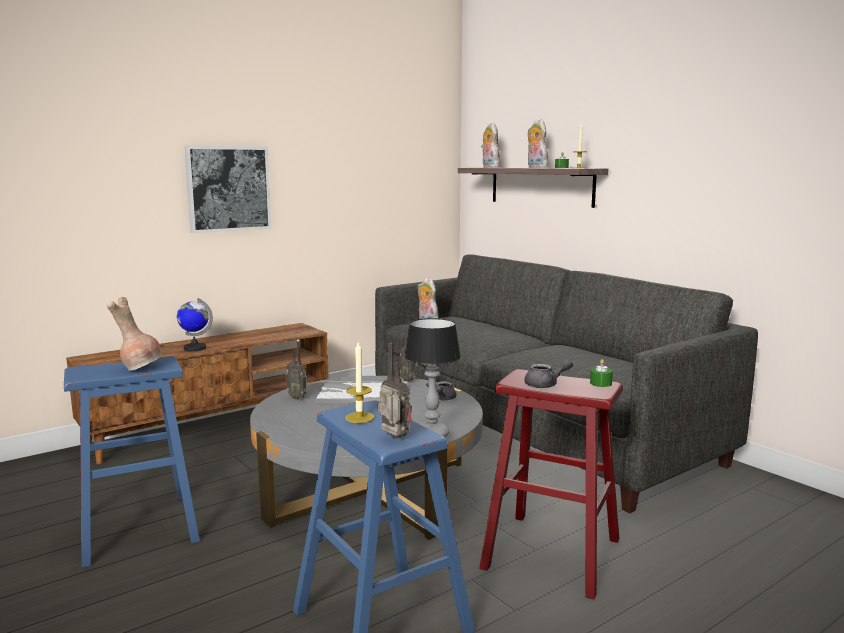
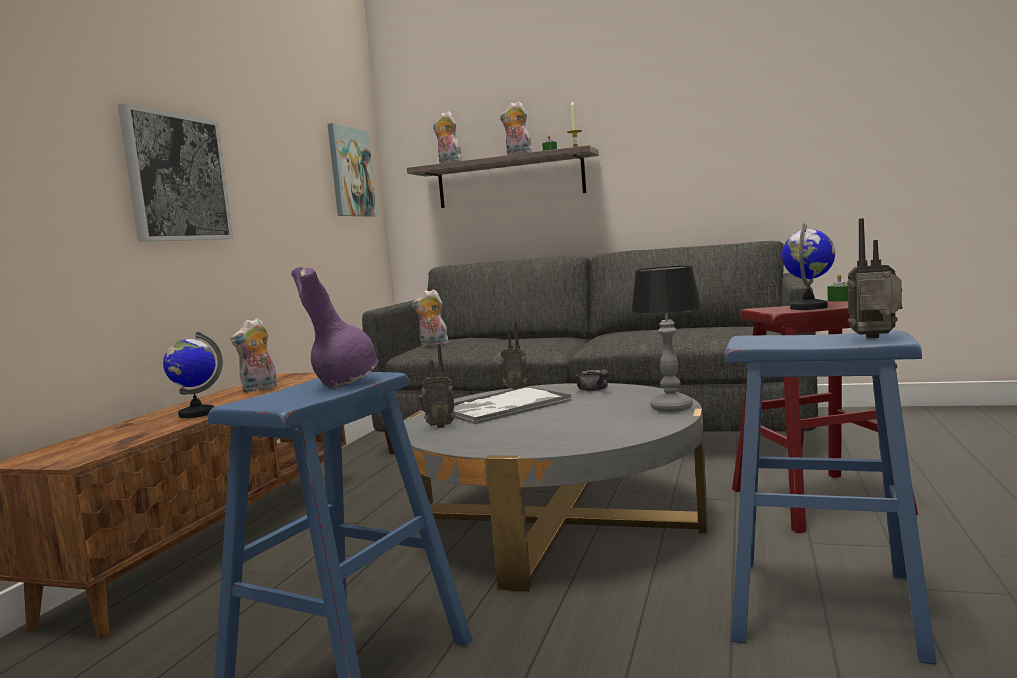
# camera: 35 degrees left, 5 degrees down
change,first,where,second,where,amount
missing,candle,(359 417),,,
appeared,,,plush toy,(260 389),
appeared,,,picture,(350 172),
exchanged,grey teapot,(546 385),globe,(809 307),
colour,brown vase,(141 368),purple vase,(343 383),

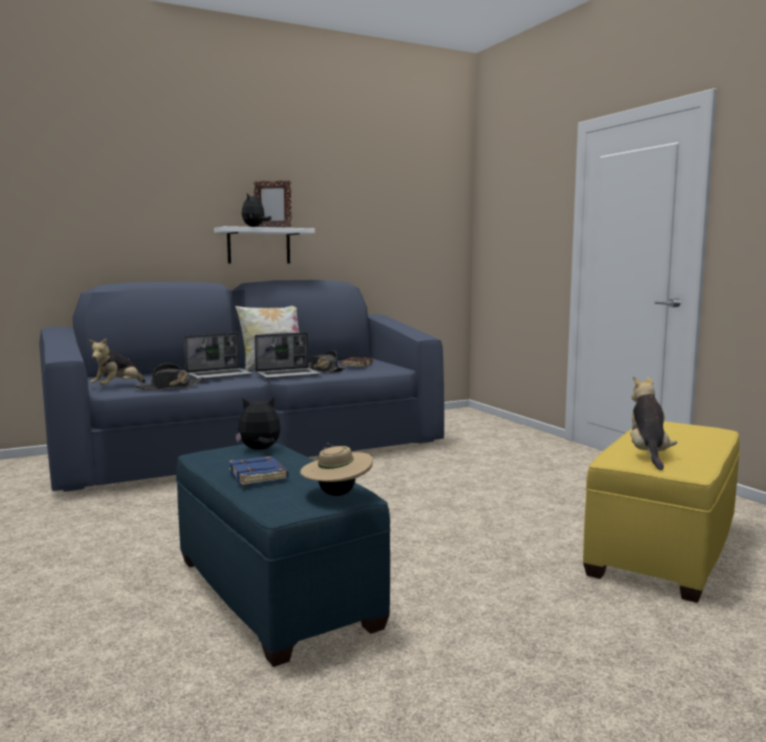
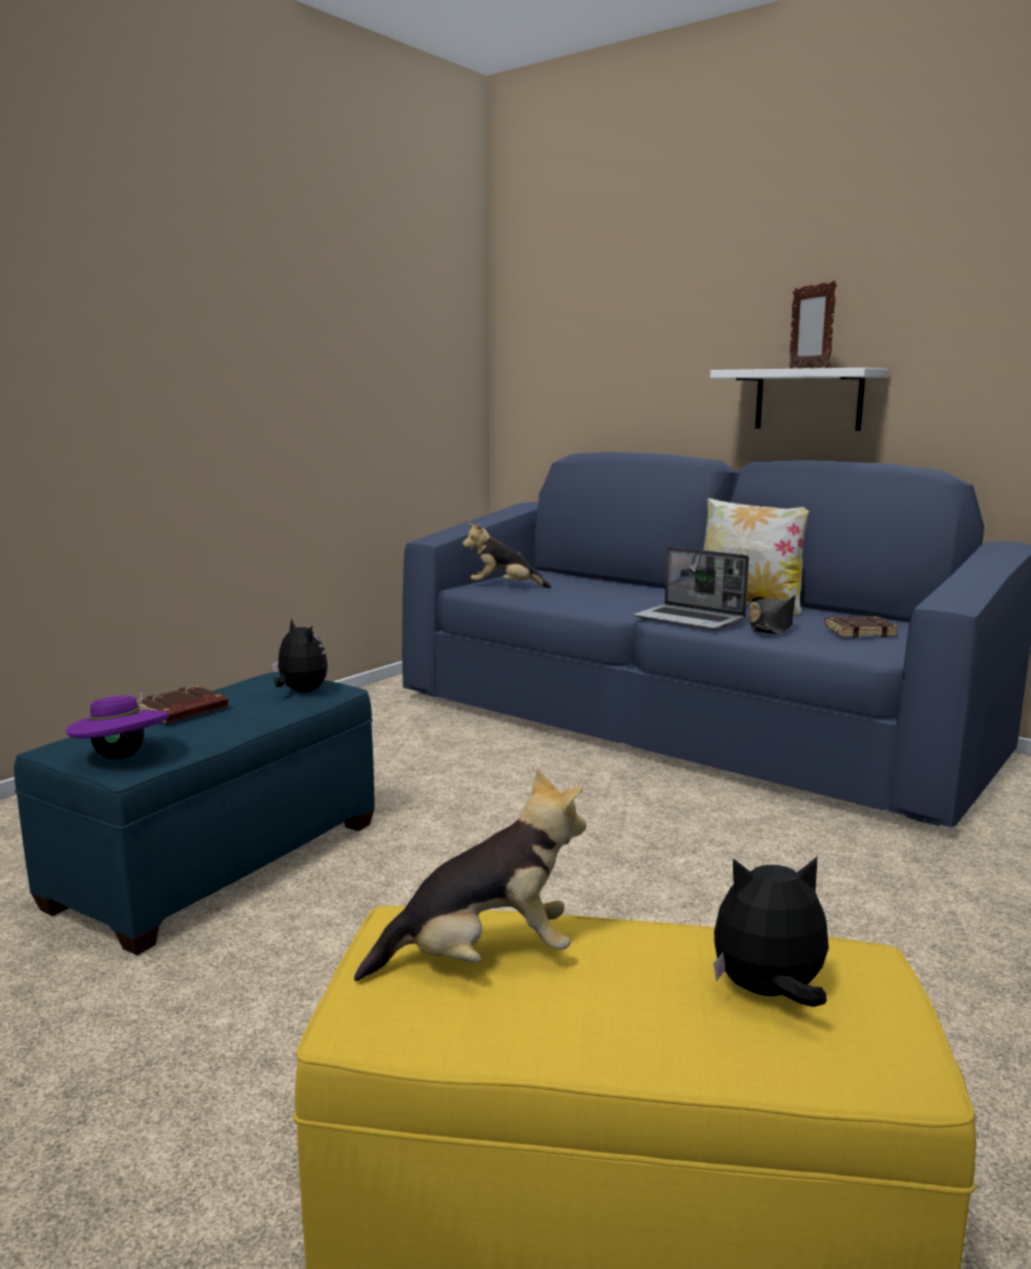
# camera: 65 degrees right, 5 degrees up
change,first,where,second,where,amount
missing,black hat,(169 387),,,
missing,laptop,(220 375),,,
relocated,plush toy,(254 227),,(768 994),
colour,blue book,(259 476),brown book,(182 712),
colour,beige hat,(336 494),purple hat,(121 756),

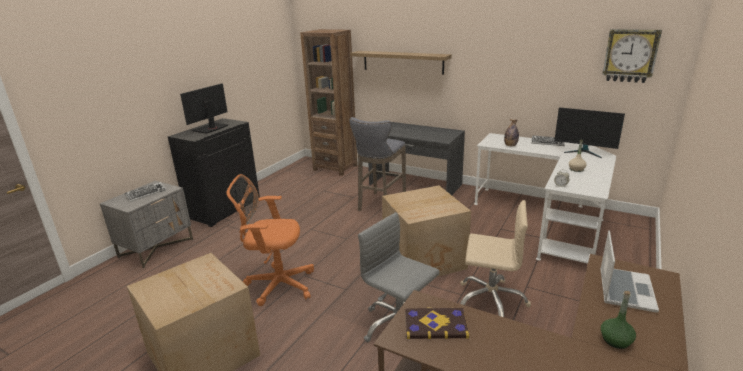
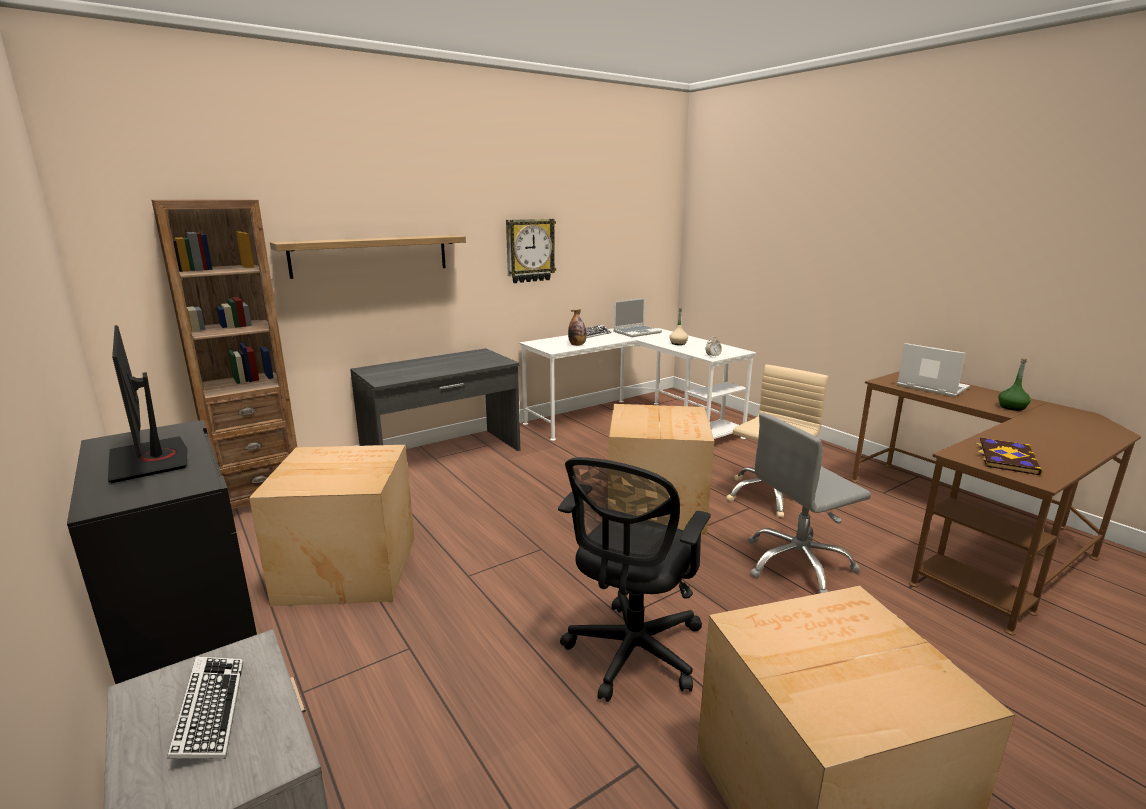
# camera: 65 degrees left, 5 degrees down
change,first,where,second,where,amount
missing,grey stool,(380 205),,,
appeared,,,cardboard box,(347 568),
relocated,wall clock,(630 55),,(530 250),
exchanged,monitor,(584 152),laptop,(637 332),
colour,orange office chair,(277 284),black office chair,(631 655),

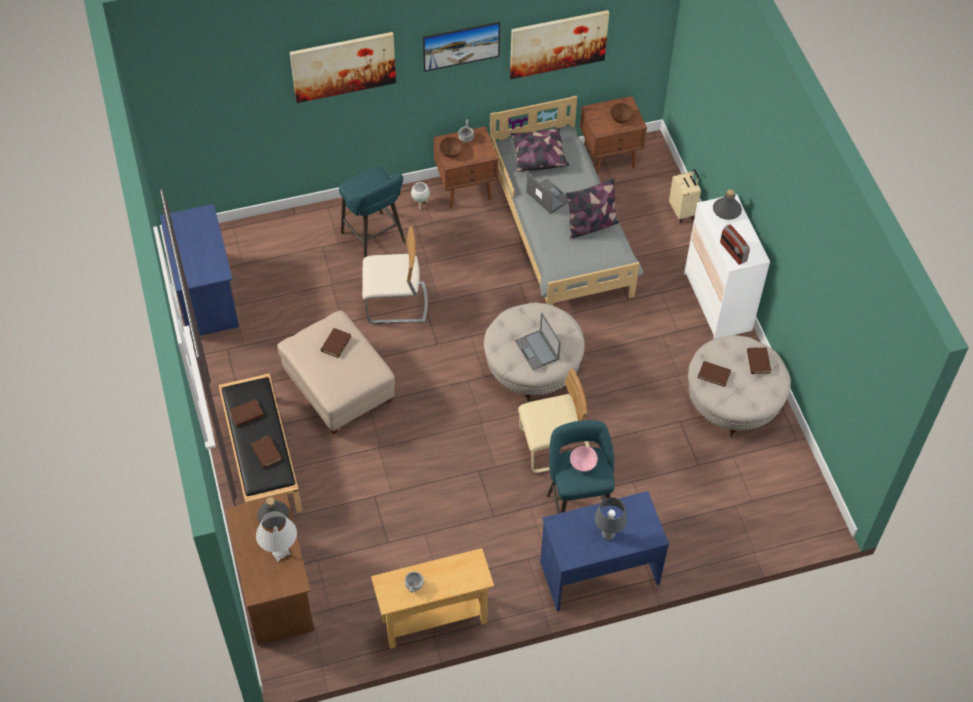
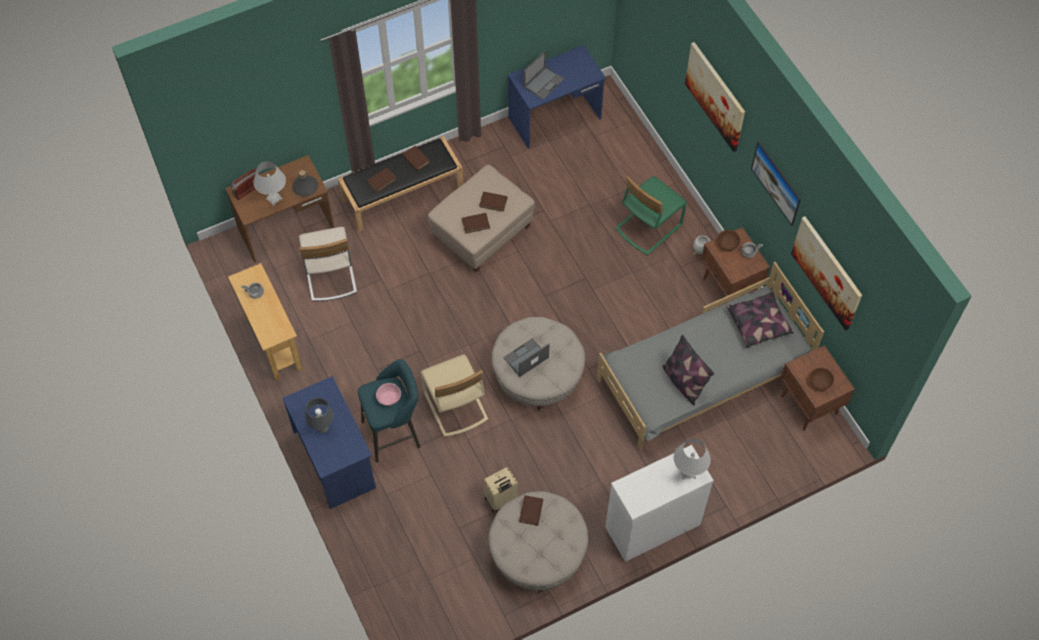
# camera: 80 degrees right, 5 degrees up
change,first,where,second,where,amount
relocated,beige chair,(396 304),,(330 275),
relocated,laptop,(548 196),,(543 83),
relocated,beige suitcase,(682 211),,(501 499),
relocated,radio,(733 252),,(248 189),
relocated,brown book,(758 361),,(475 224),
exchanged,turquoise stool,(375 240),green chair,(648 227),
exchanged,grey bottle,(726 210),white table lamp,(688 472),

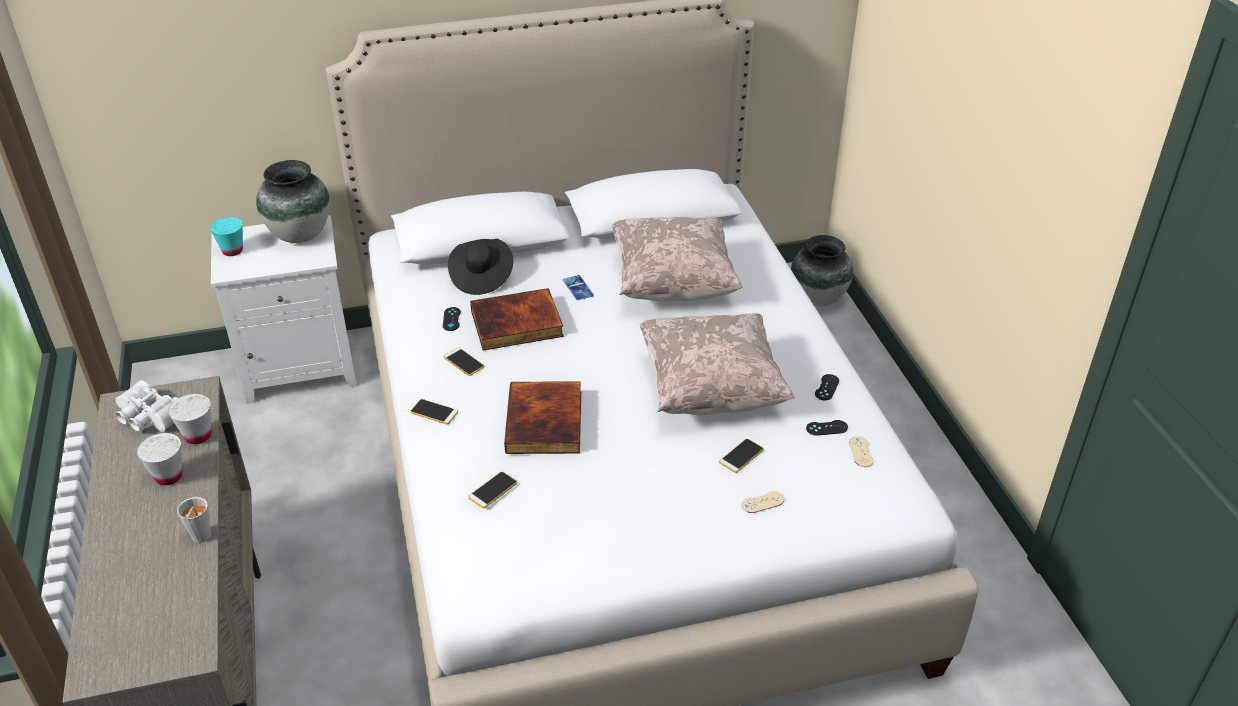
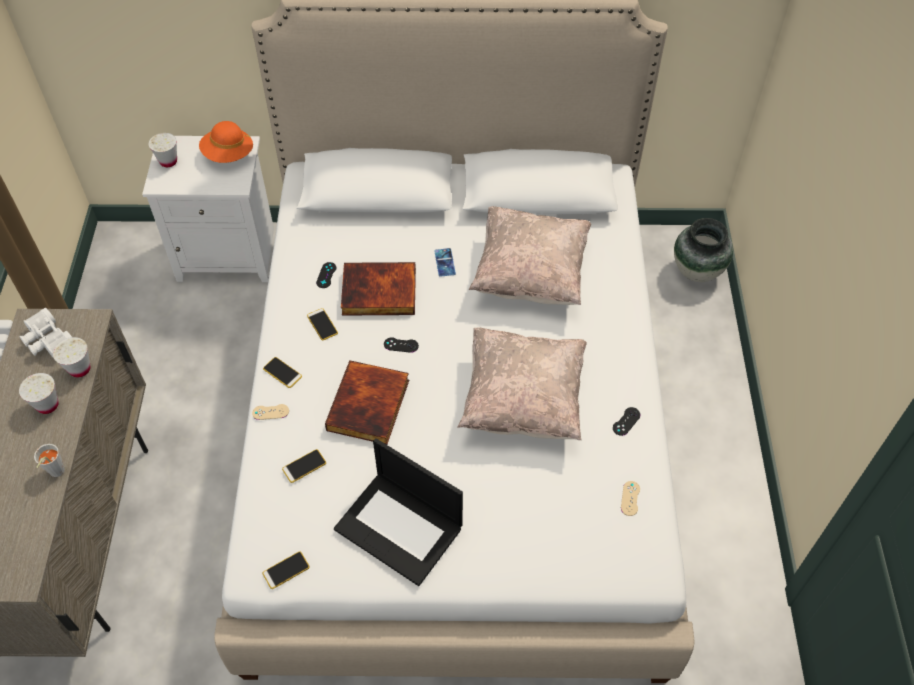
# camera: 15 degrees right, 15 degrees up
change,first,where,second,where,amount
missing,black hat,(481 277),,,
appeared,,,laptop,(400 528),
relocated,phone,(741 456),,(286 570),
relocated,beige game controller,(762 502),,(270 412),
relocated,black game controller,(826 428),,(401 345),
exchanged,vase,(300 235),orange hat,(228 155),
colour,turquoise cup,(232 251),white cup,(168 161),

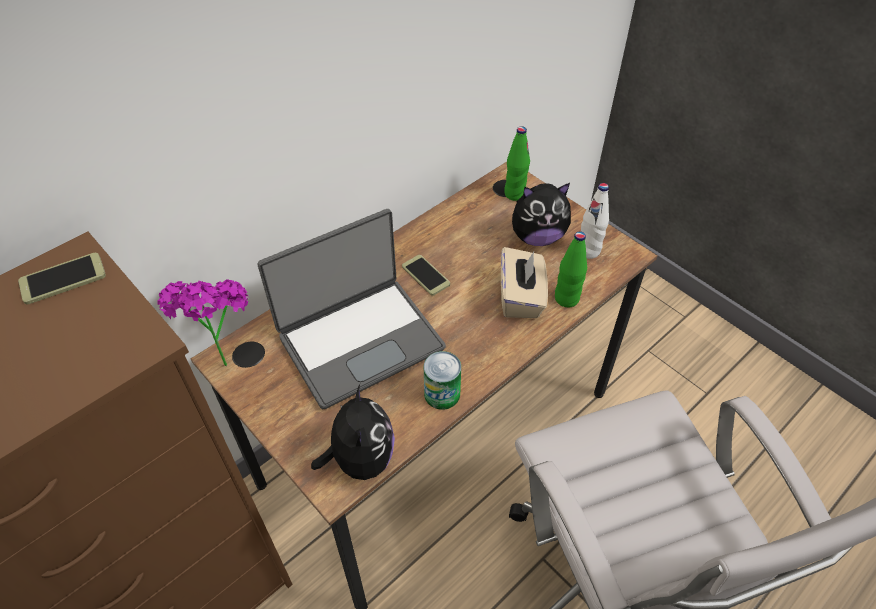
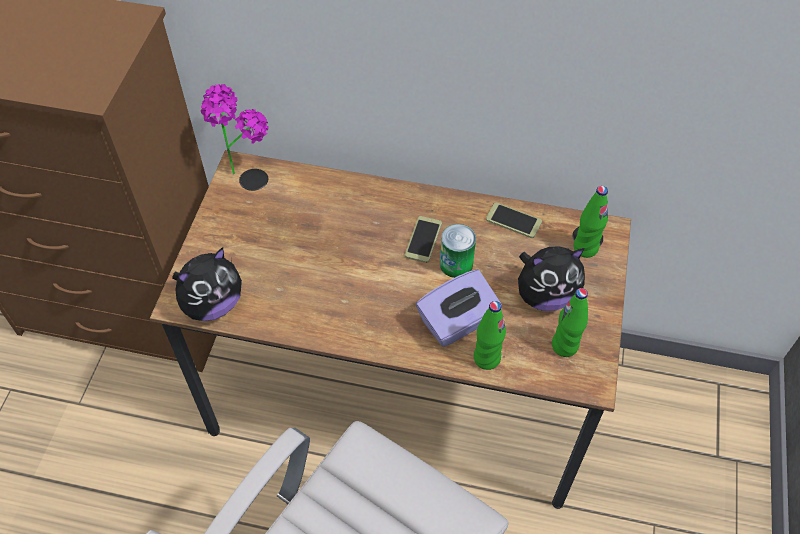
# camera: 55 degrees right, 5 degrees up
change,first,where,second,where,amount
missing,laptop,(360 340),,,
relocated,phone,(63 279),,(513 221),
relocated,can,(442 394),,(456 264),
colour,beige tissue box,(521 297),purple tissue box,(458 322),
colour,white bottle,(588 251),green bottle,(564 346),
spun,plush toy,(537 237),,(545 295),60 degrees counterclockwise

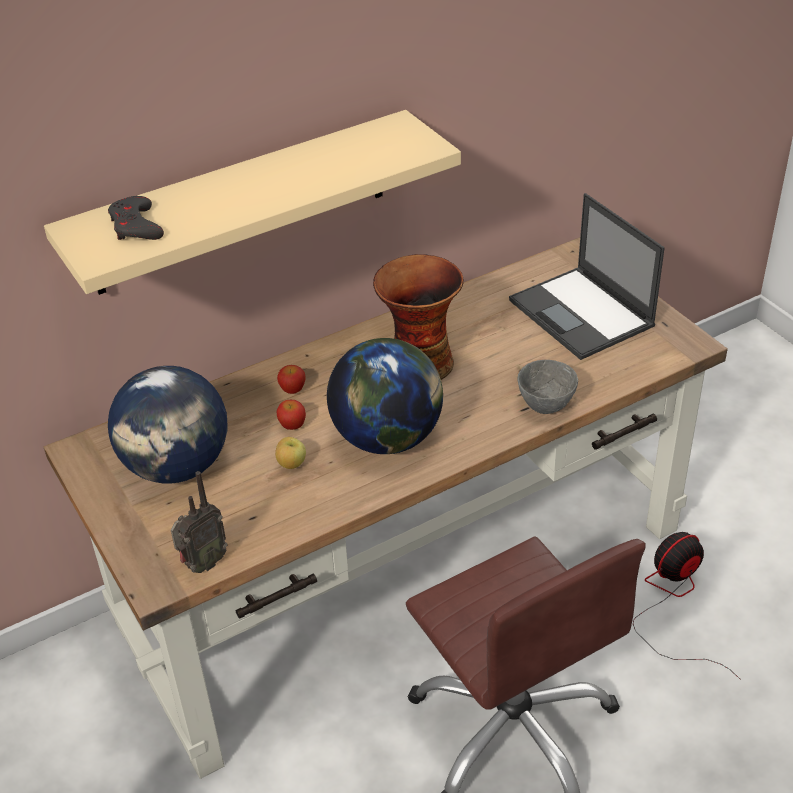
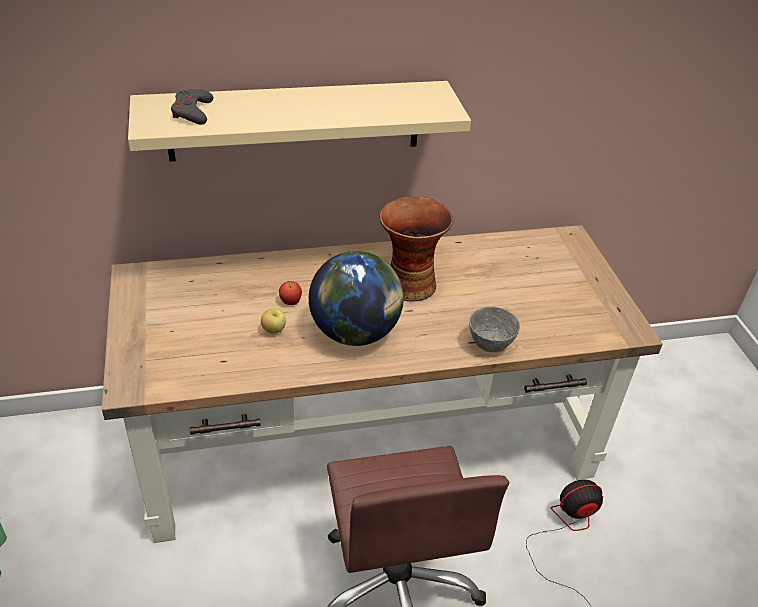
# camera: 15 degrees right, 0 degrees up
change,first,where,second,where,amount
missing,globe,(178 466),,,
missing,radio,(202 564),,,
missing,apple,(292 389),,,
missing,laptop,(582 314),,,

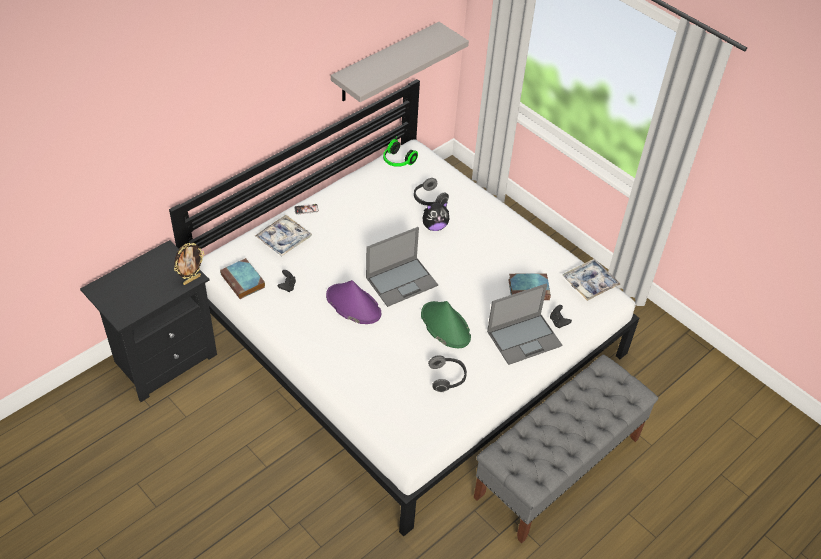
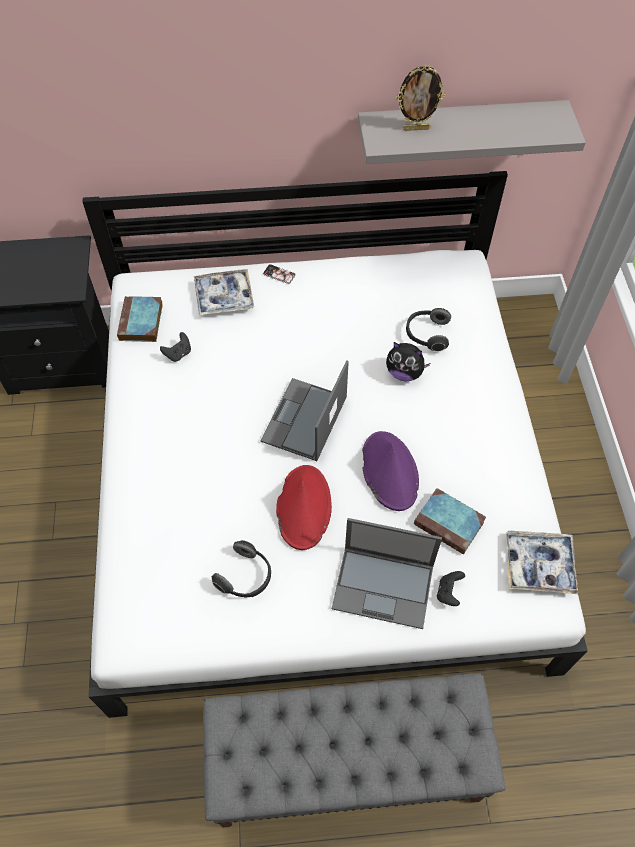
# camera: 40 degrees right, 10 degrees up
change,first,where,second,where,amount
missing,headphones,(397 161),,,
relocated,picture frame,(192 279),,(416 128),
relocated,purple hat,(353 305),,(389 471),
colour,green hat,(445 325),red hat,(303 507),
spun,laptop,(402 281),,(304 420),105 degrees clockwise

